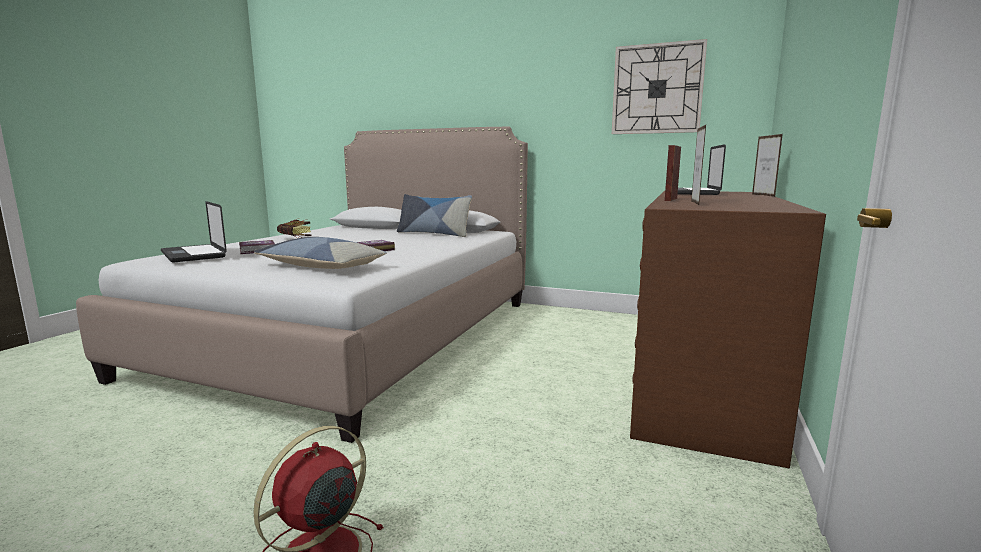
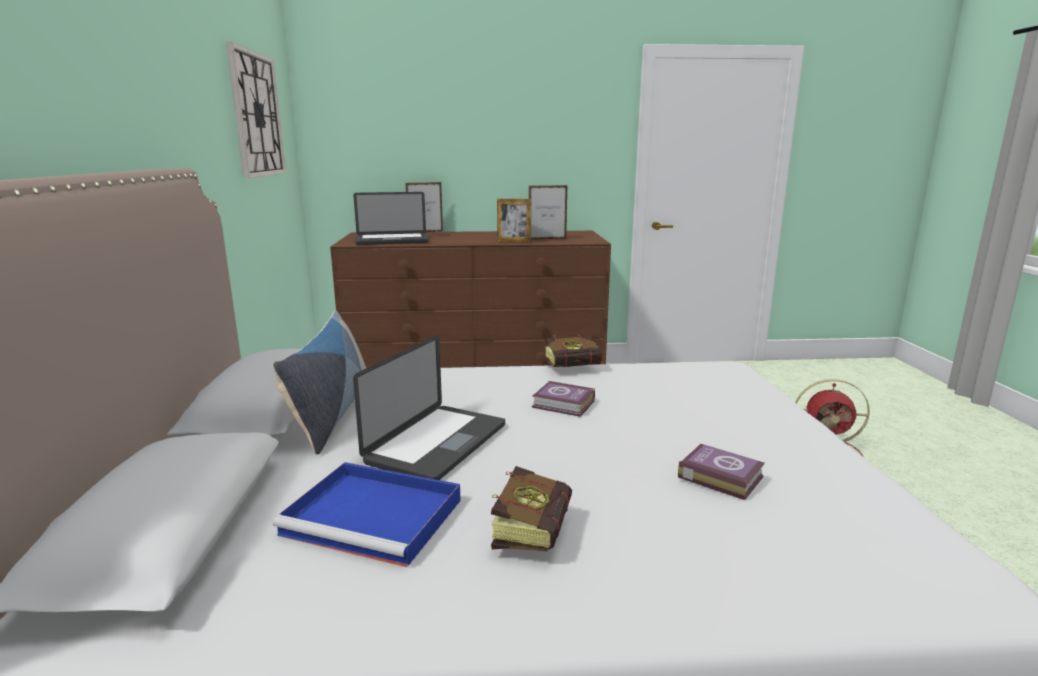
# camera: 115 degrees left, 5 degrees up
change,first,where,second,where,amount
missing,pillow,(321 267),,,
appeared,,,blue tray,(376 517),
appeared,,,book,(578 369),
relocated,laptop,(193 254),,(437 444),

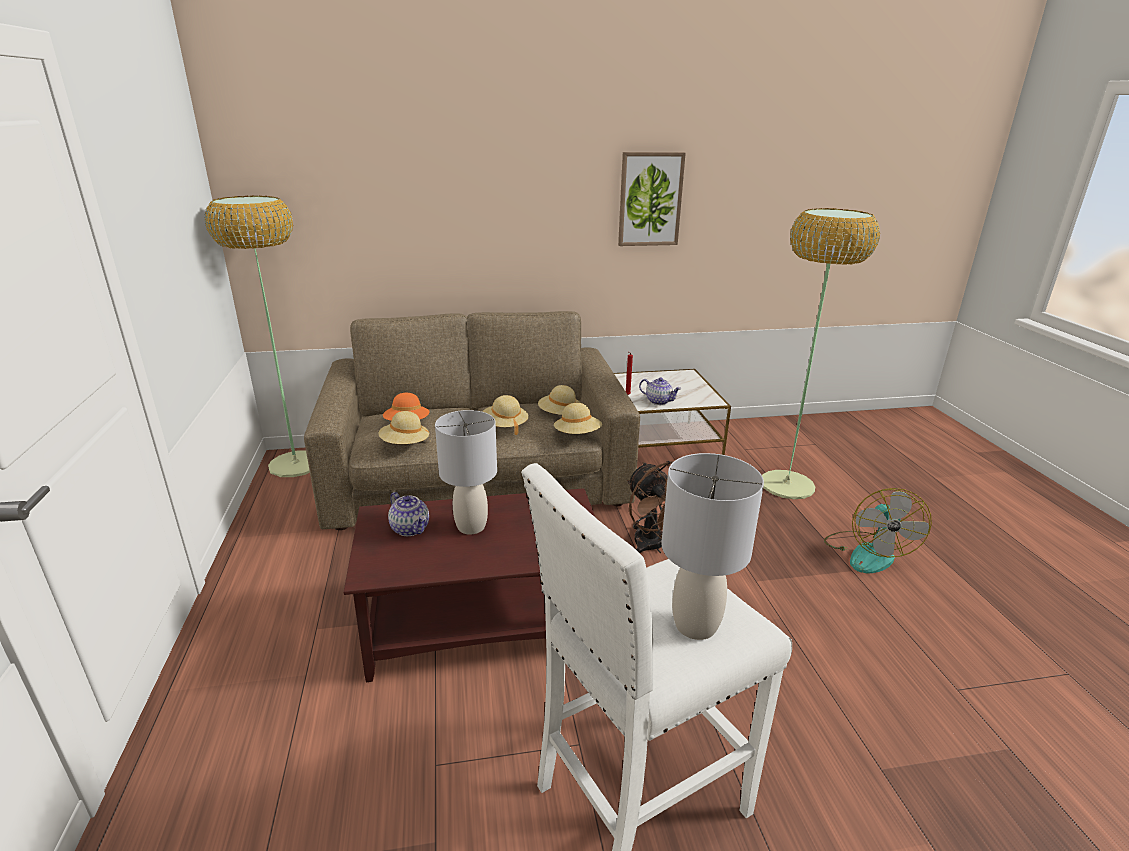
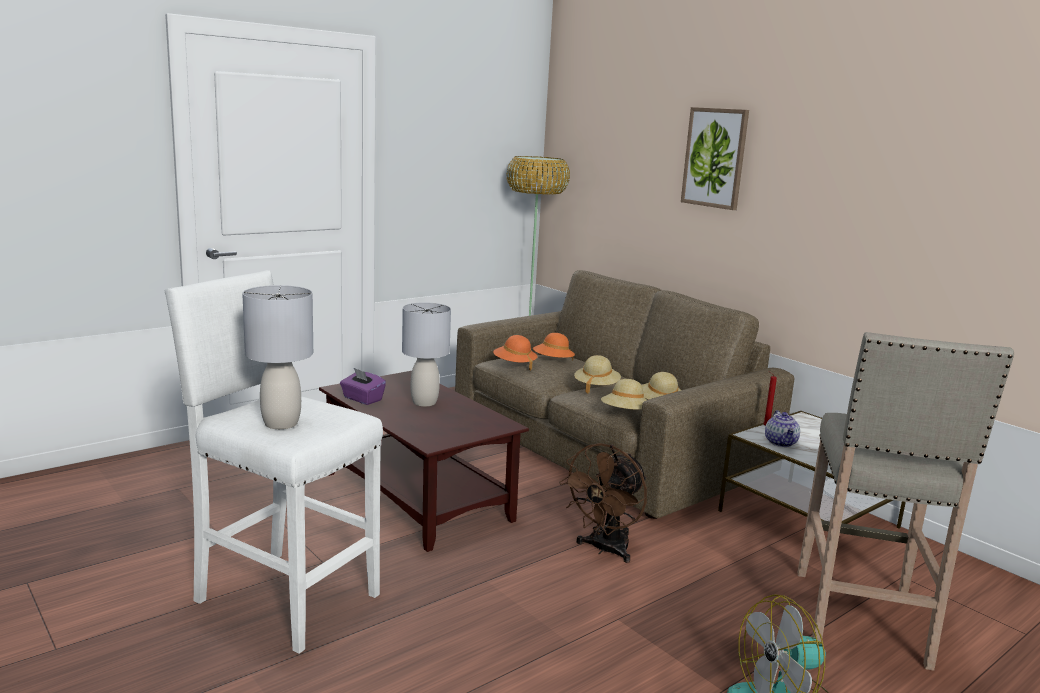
# camera: 60 degrees right, 10 degrees down
change,first,where,second,where,amount
missing,teapot,(411 528),,,
appeared,,,purple tissue box,(362 399),
relocated,picture,(650 199),,(715 158),
exchanged,floor lamp,(787 485),beige stool,(860 619),
colour,beige hat,(405 444),orange hat,(514 365),

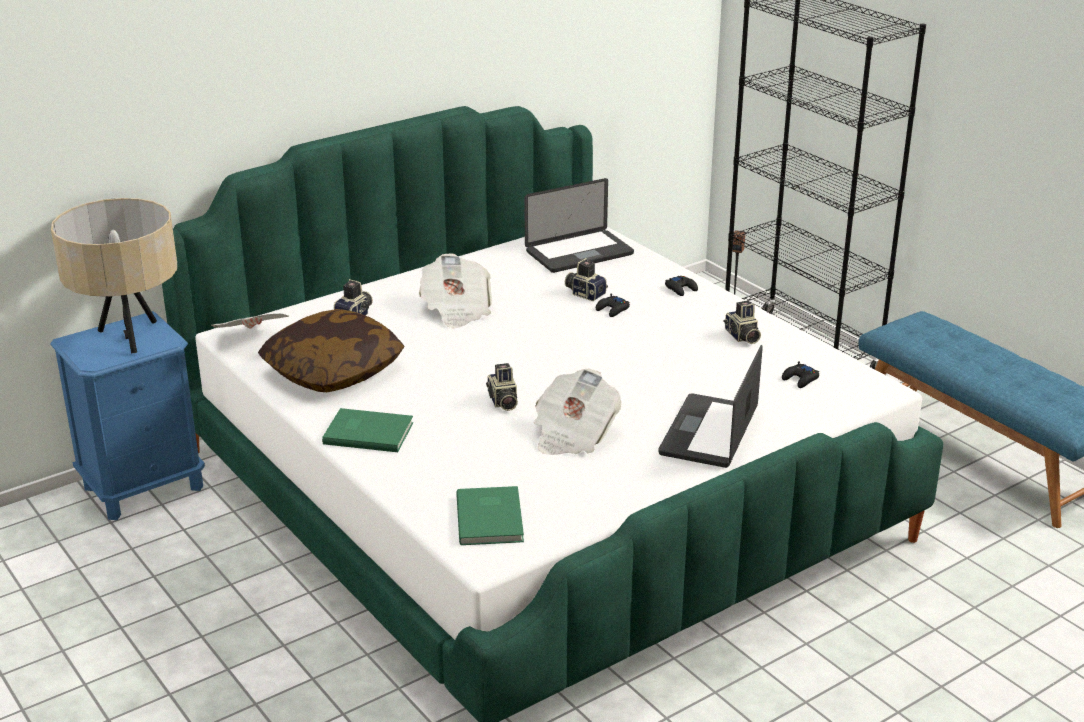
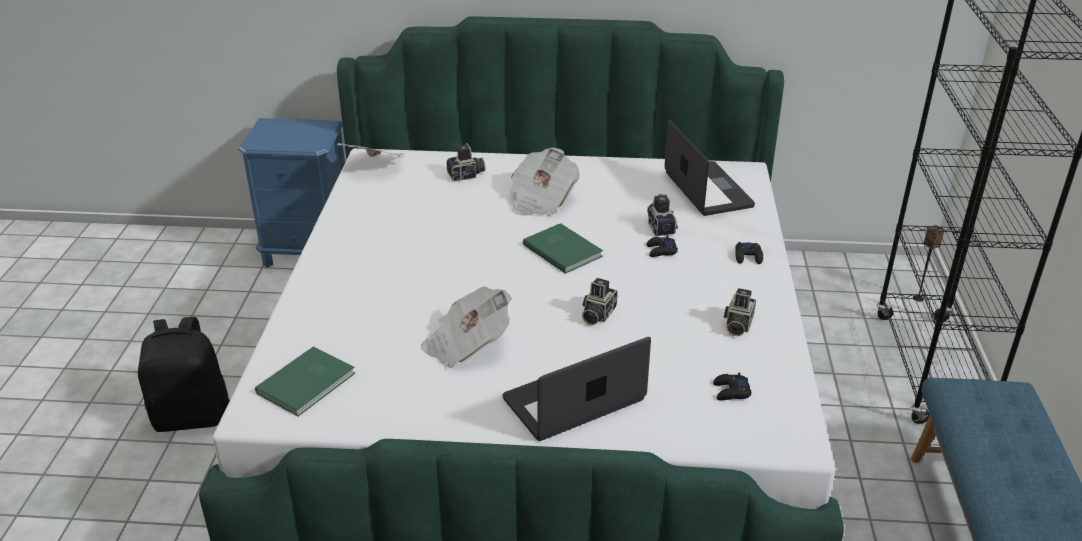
# camera: 40 degrees right, 5 degrees up
change,first,where,second,where,amount
missing,beige table lamp,(129 339),,,
missing,pillow,(333 371),,,
appeared,,,black backpack,(192 416),
relocated,green book,(368 432),,(563 249),
relocated,photo camera,(502 402),,(597 314),
spun,laptop,(579 253),,(707 190),120 degrees counterclockwise

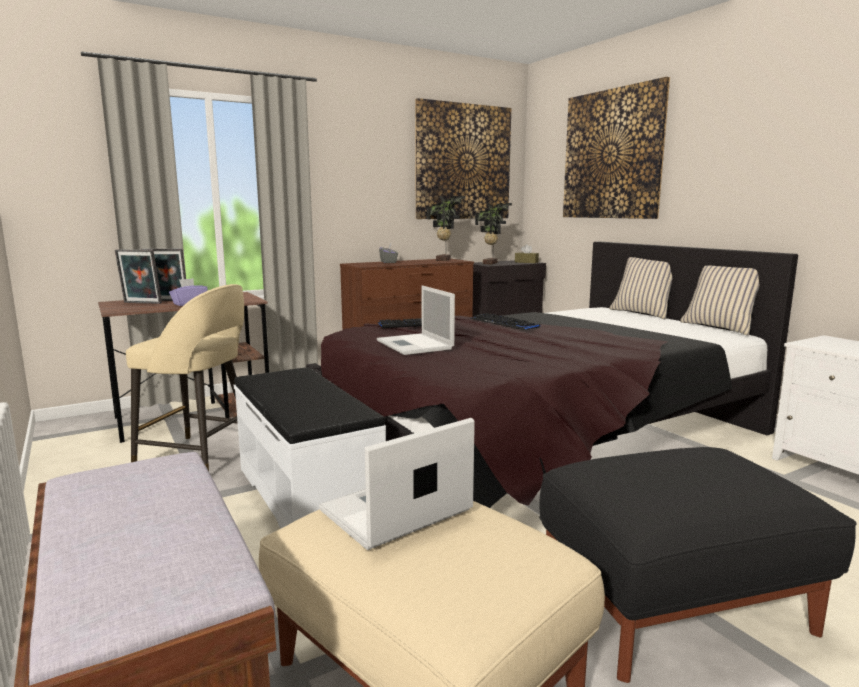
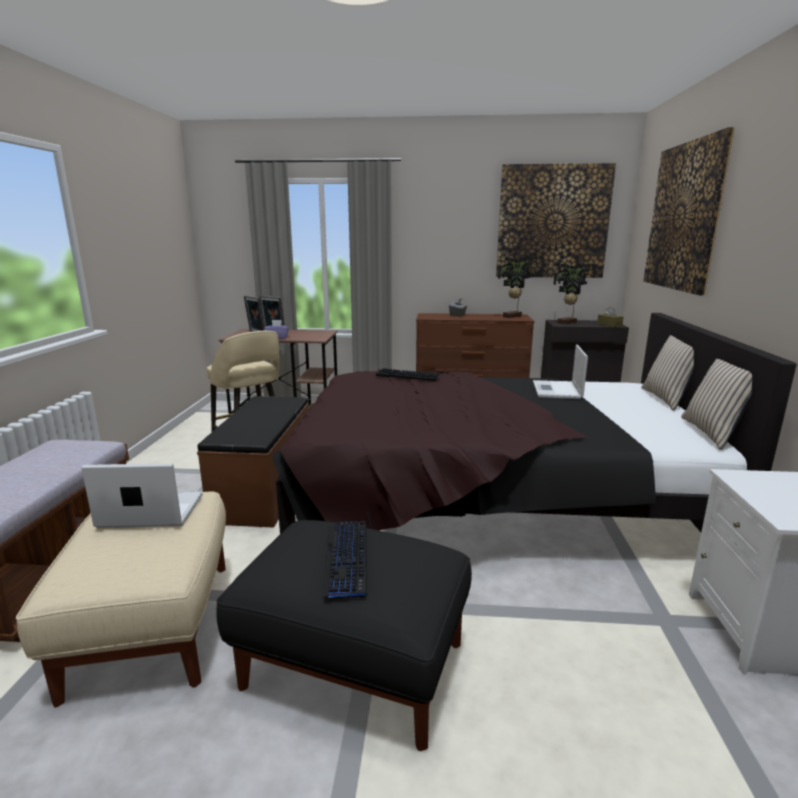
# camera: 35 degrees right, 5 degrees up
change,first,where,second,where,amount
relocated,laptop,(415 345),,(557 390),
relocated,keyboard,(504 323),,(347 558),
colour,white bench,(308 495),brown bench,(266 489),

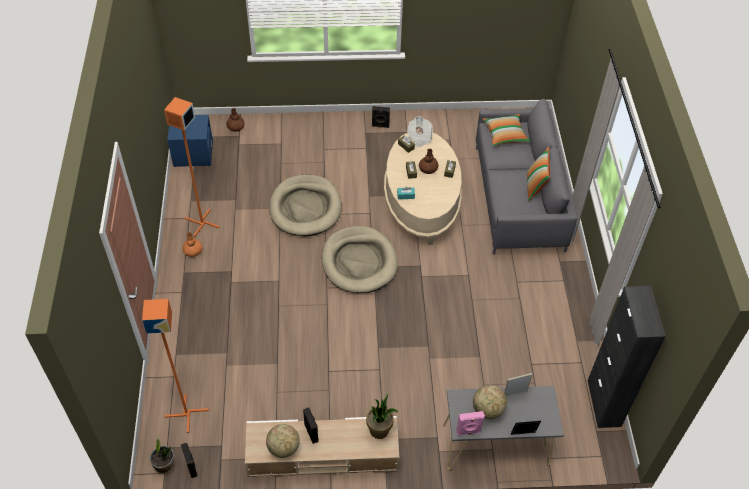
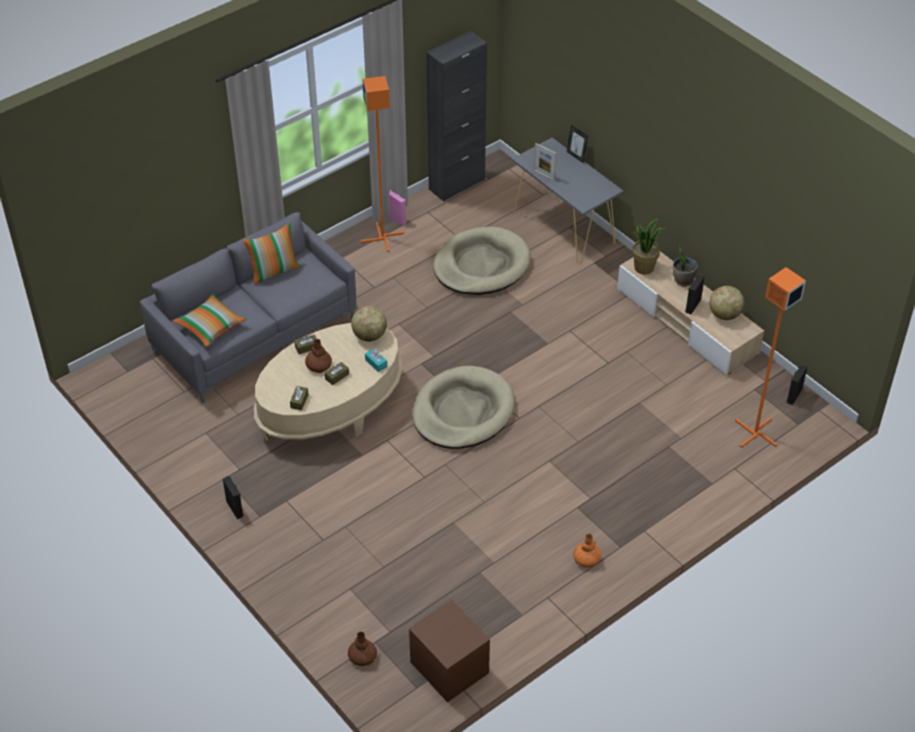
# camera: 125 degrees left, 5 degrees down
change,first,where,second,where,amount
missing,newspaper,(419 137),,,
relocated,potted plant,(164 465),,(683 280),
relocated,orange floor lamp,(201 223),,(383 238),
relocated,beige dog bed,(305 208),,(481 265),
relocated,pink speaker,(468 432),,(397 219),
relocated,globe,(487 410),,(370 336),
colour,blue nightstand,(193 154),brown nightstand,(449 668),

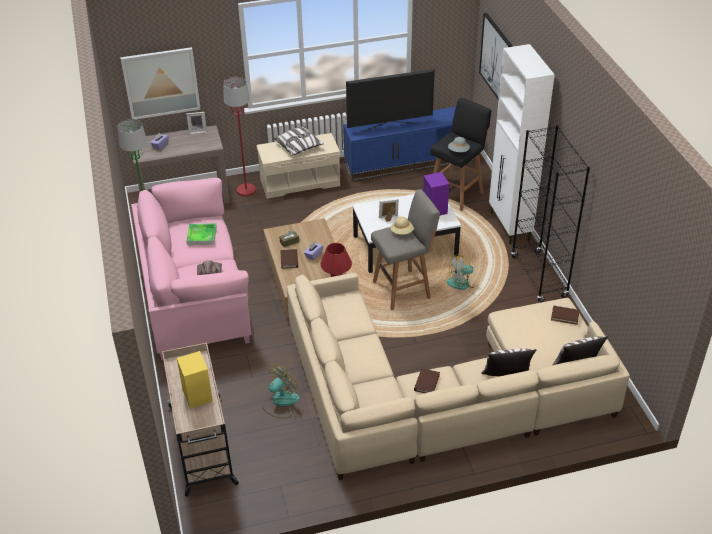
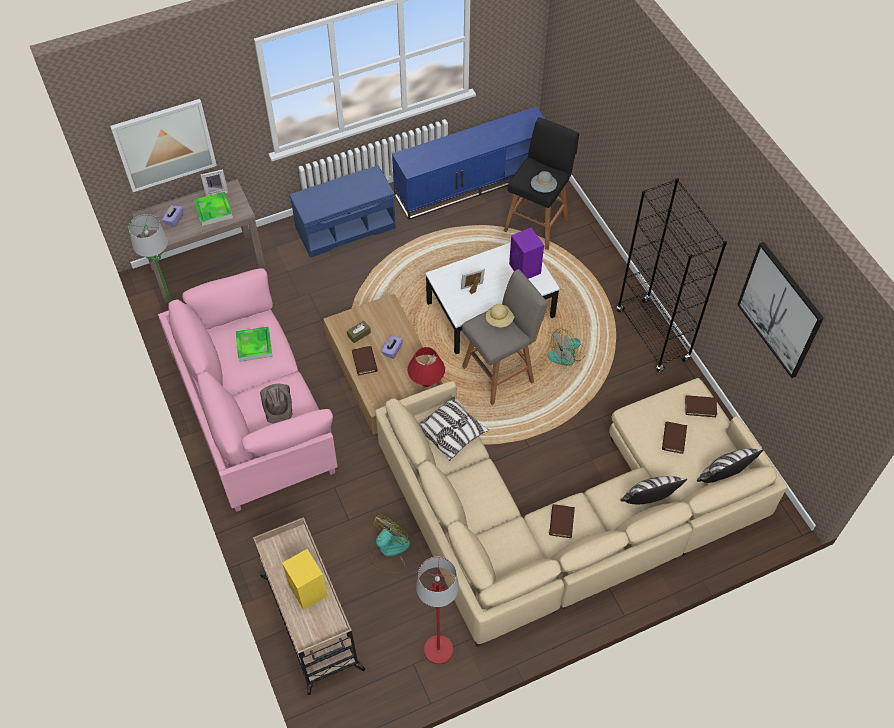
# camera: 10 degrees left, 15 degrees up
change,first,where,second,where,amount
missing,television,(389 127),,,
missing,white cabinet,(510 226),,,
appeared,,,tray,(213 210),
appeared,,,brown book,(674 438),
relocated,red floor lamp,(246 190),,(438 650),
relocated,pillow,(299 147),,(451 433),
relocated,picture,(496 59),,(780 310),
colour,beige bench,(300 182),blue bench,(346 227),

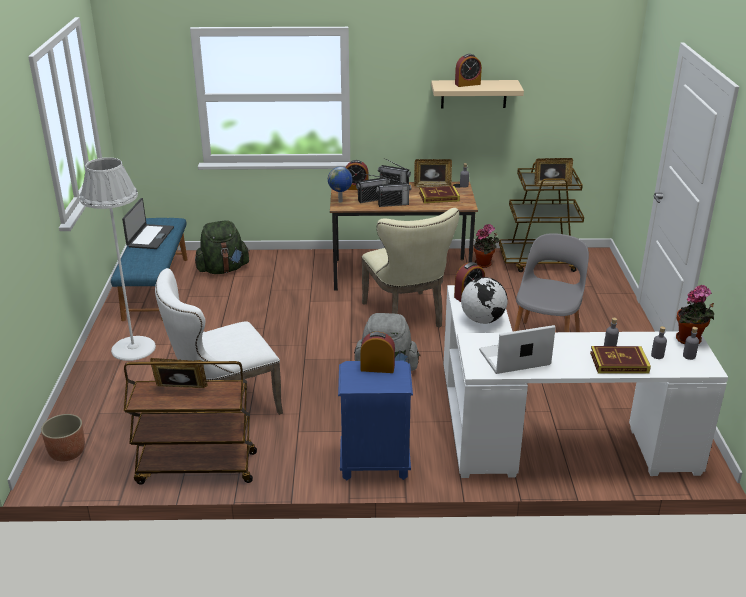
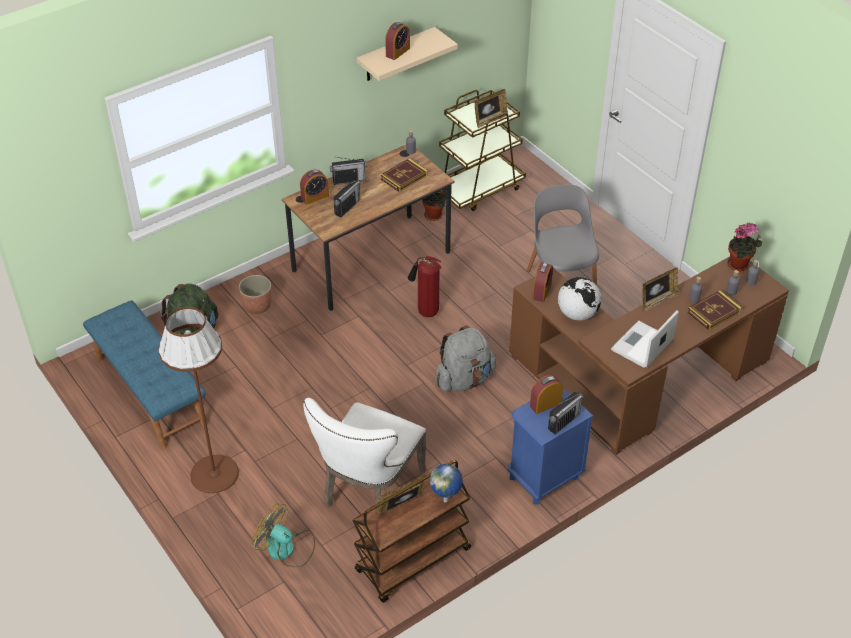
# camera: 35 degrees left, 15 degrees up
change,first,where,second,where,amount
missing,laptop,(150 237),,,
appeared,,,fan,(286 549),
relocated,planter,(67 452),,(257 306),
relocated,globe,(340 201),,(446 500),
relocated,radio,(393 204),,(564 421),
relocated,picture frame,(432 186),,(657 301),
exchanged,beige chair,(406 317),fire extinguisher,(425 311),
colour,white floor lamp,(133 348),brown floor lamp,(214 473),
colour,white desk,(544 436),brown desk,(640 384),

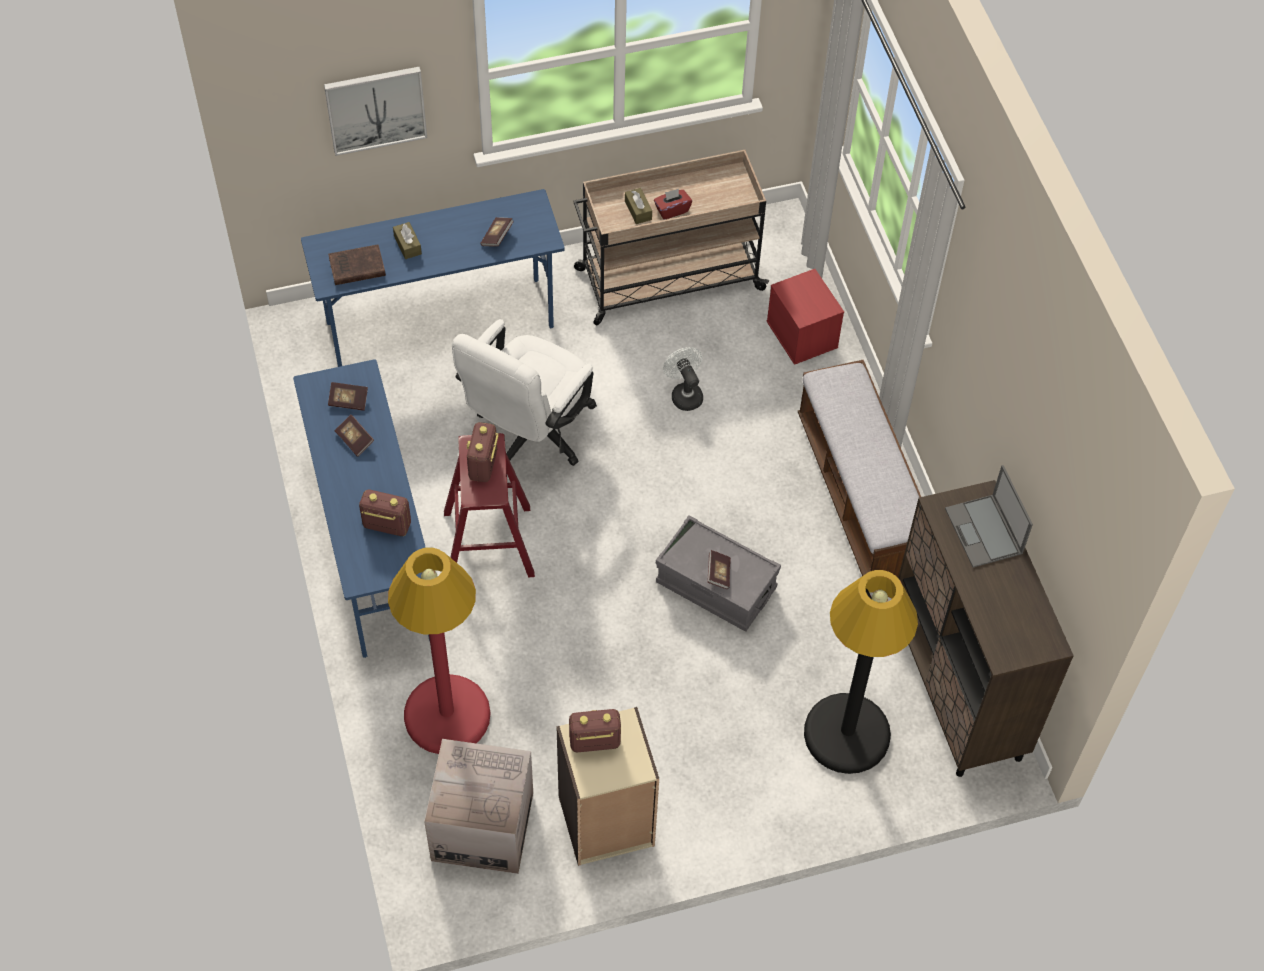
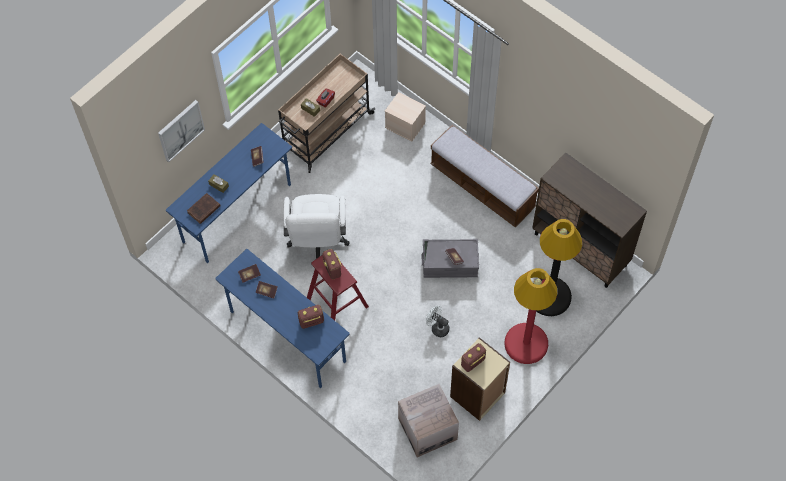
# camera: 30 degrees left, 5 degrees up
change,first,where,second,where,amount
missing,laptop,(984 532),,,
relocated,red floor lamp,(447 715),,(526 344),
relocated,white fan,(684 394),,(437 327),
colour,red storage box,(803 335),beige storage box,(405 125),

